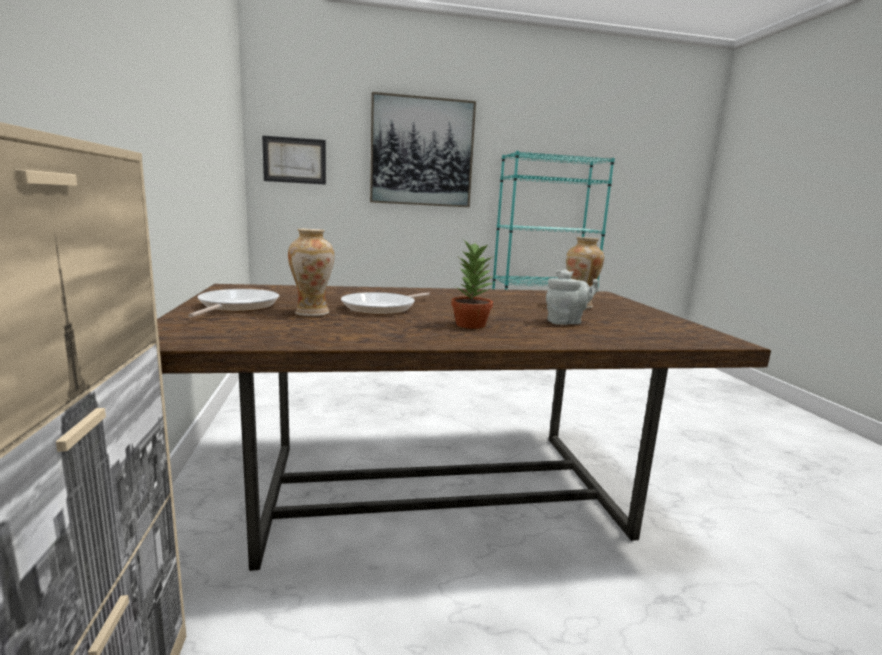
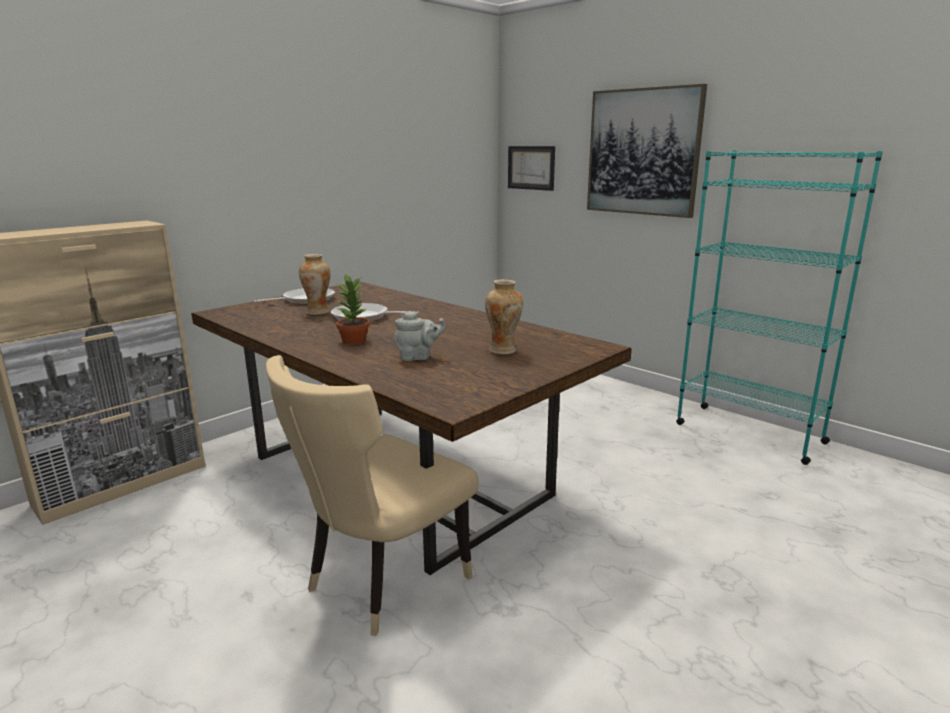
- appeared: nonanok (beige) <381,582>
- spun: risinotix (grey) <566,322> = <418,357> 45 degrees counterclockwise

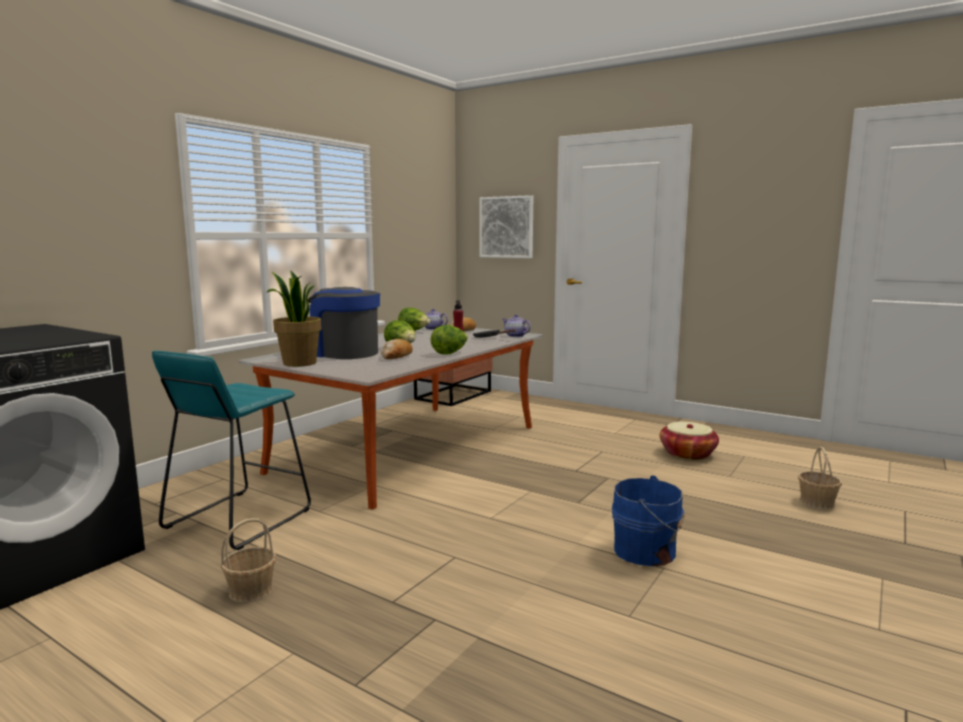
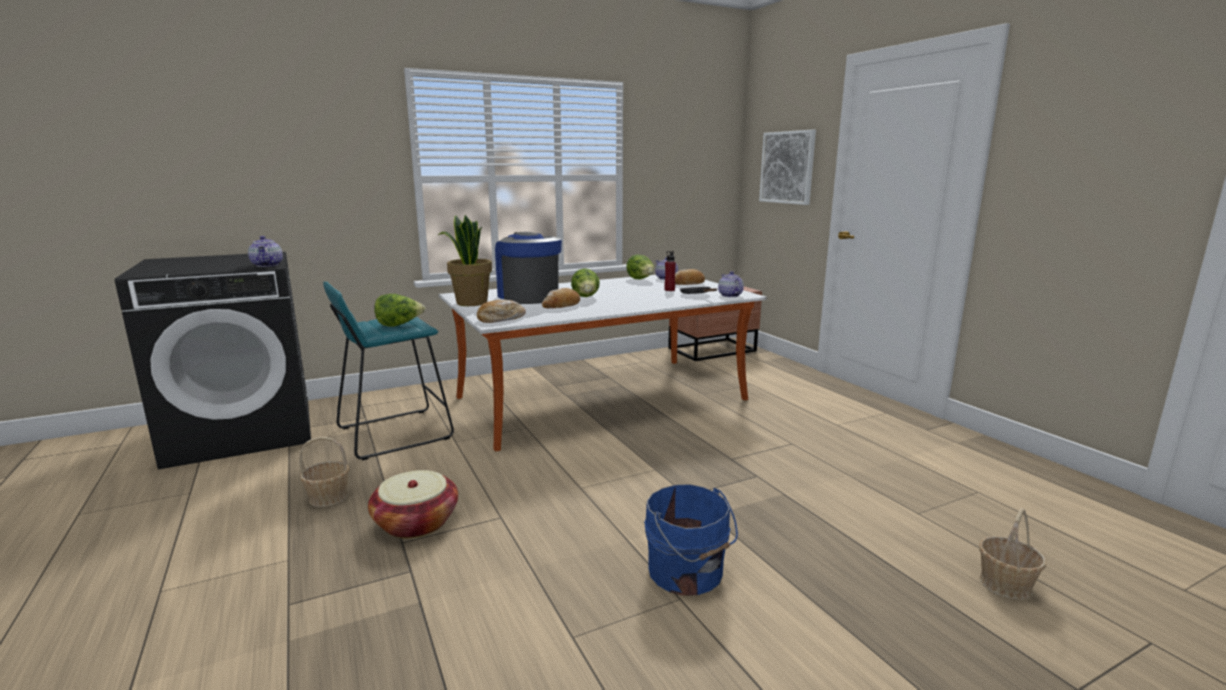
- appeared: risinotix <267,265>
- appeared: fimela <500,319>
- relocated: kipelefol <450,353> to <399,325>
- relocated: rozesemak <687,454> to <416,523>

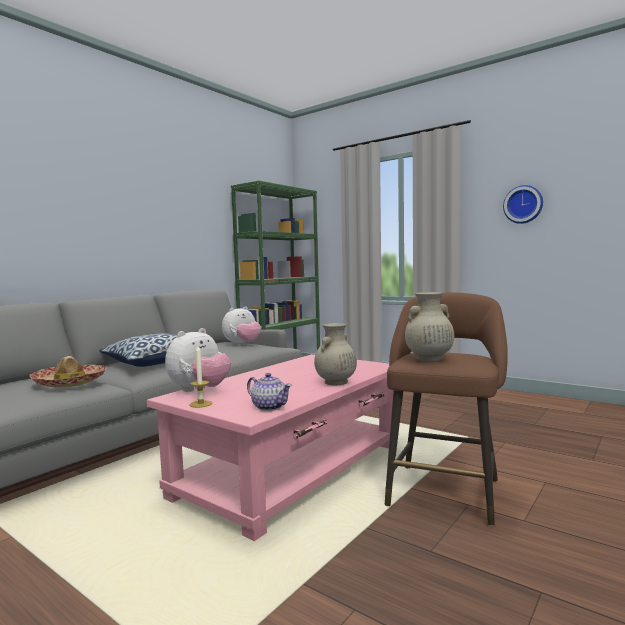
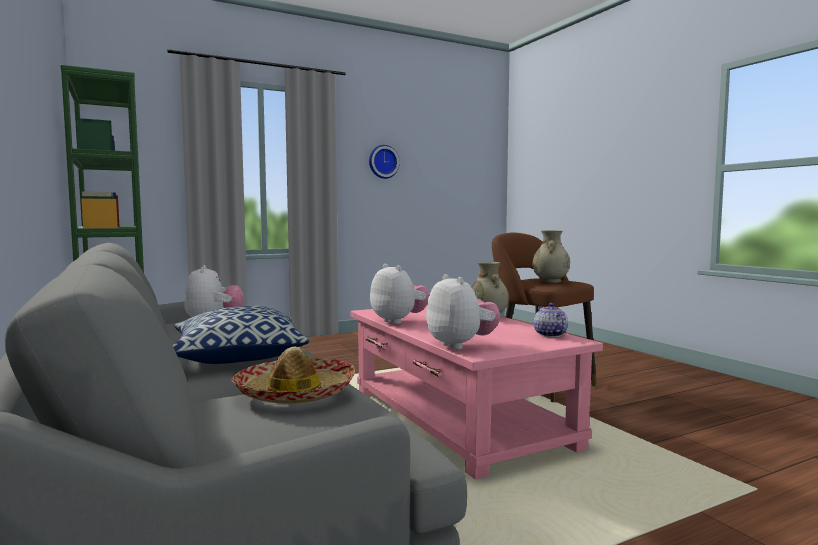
- missing: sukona <200,404>
- appeared: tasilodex <399,321>
- spun: risinotix <269,407> = <550,335> 75 degrees counterclockwise

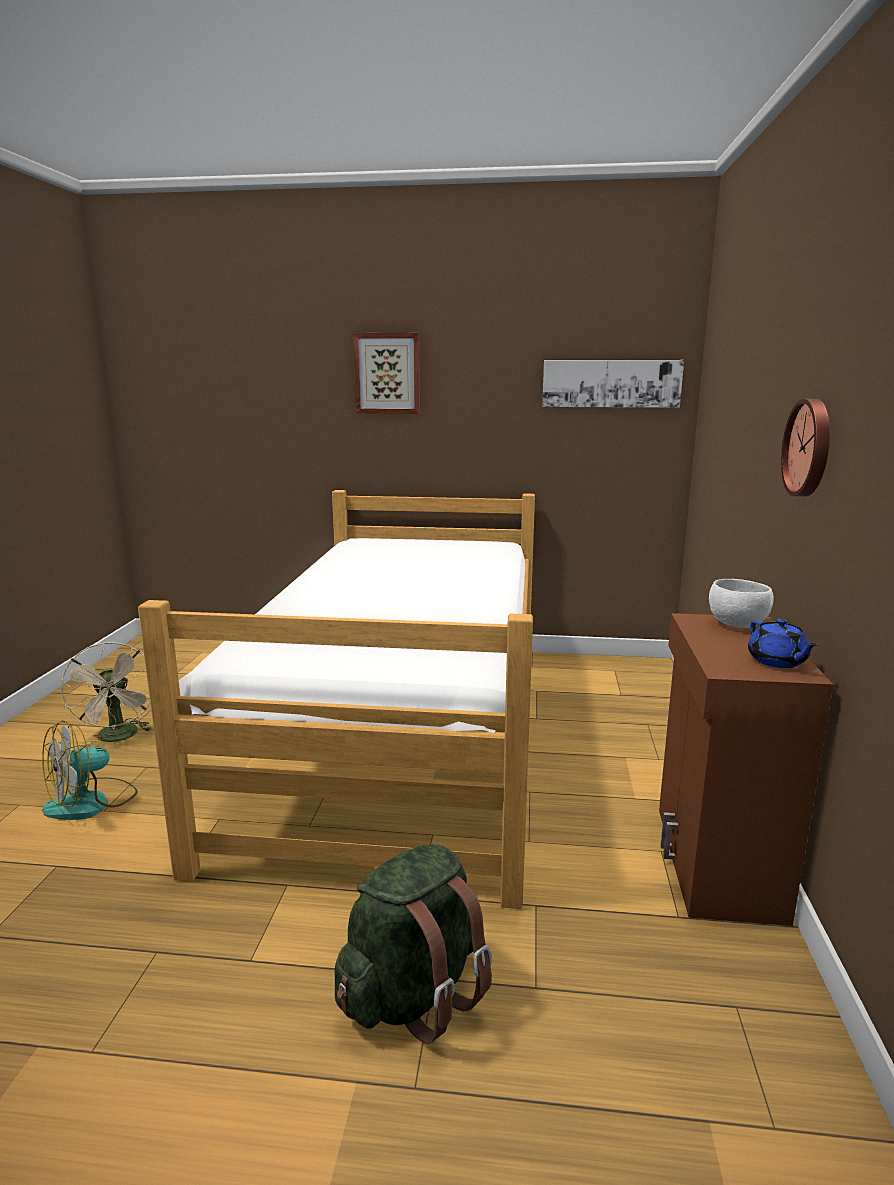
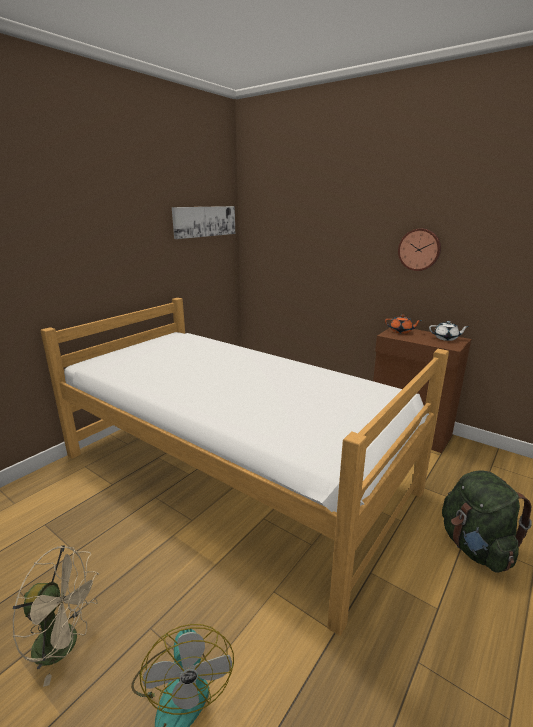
- missing: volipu <387,373>
- exchanged: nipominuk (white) <738,625> to risinotix (orange) <401,331>
- colour: risinotix (blue) <777,661> to risinotix (white) <446,338>

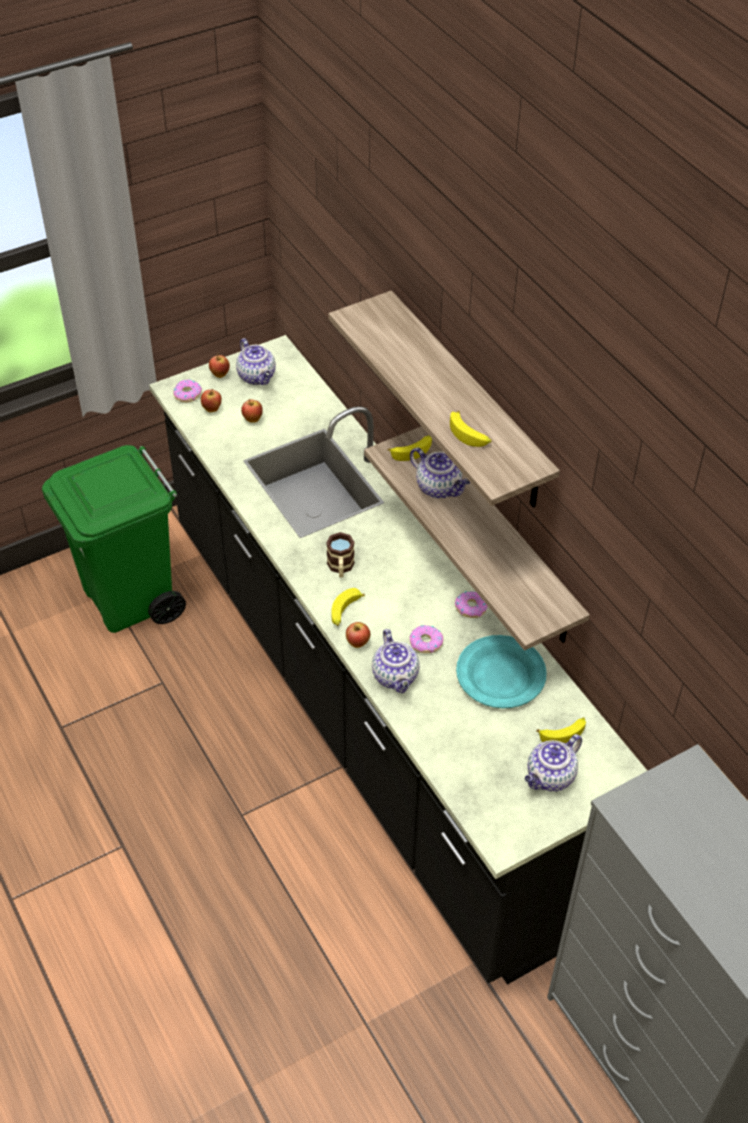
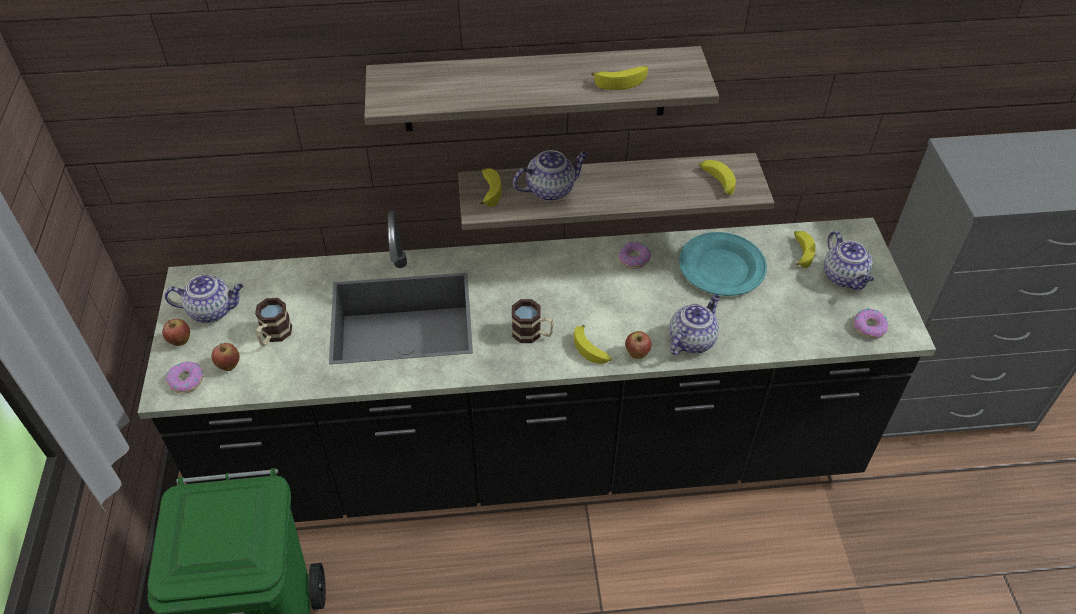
- appeared: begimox <716,181>
- relocated: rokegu <426,643> to <869,327>
- exchanged: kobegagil <252,419> to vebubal <274,335>
- spun: risinotix <396,677> = <691,340> 60 degrees counterclockwise

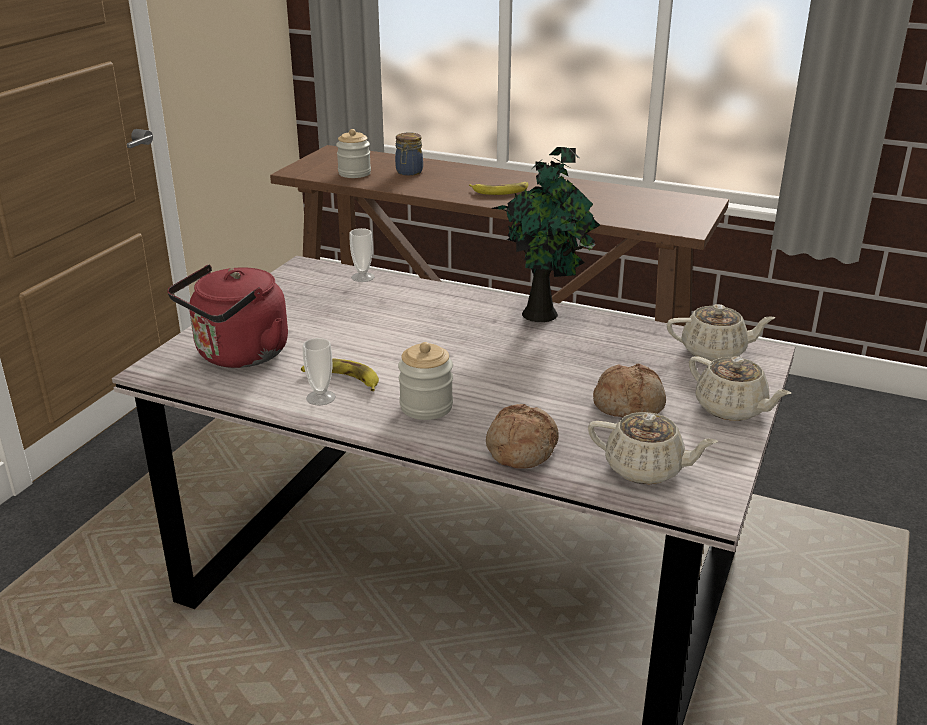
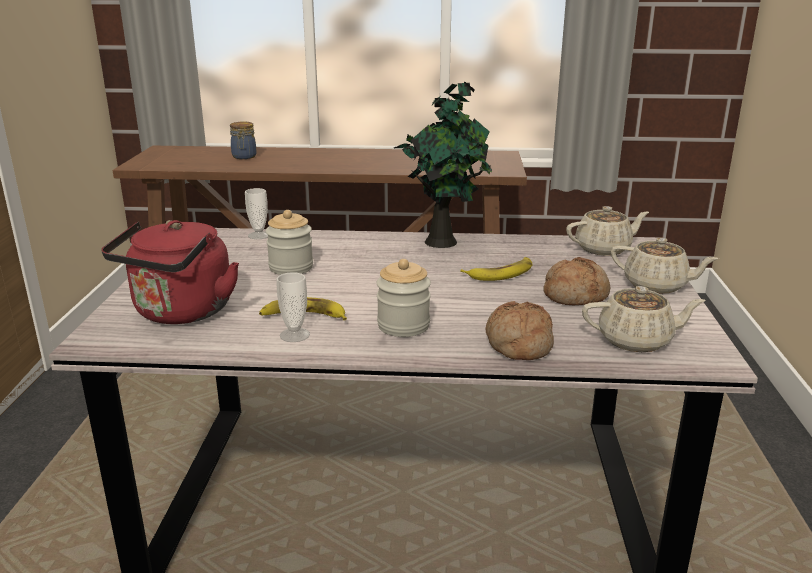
- relocated: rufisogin <354,173> to <291,267>
- relocated: begimox <500,191> to <501,273>

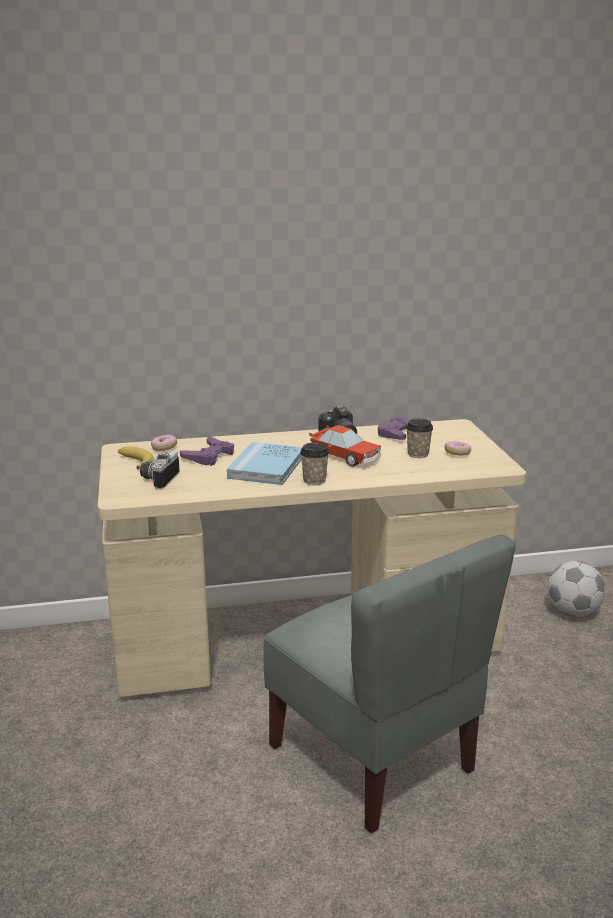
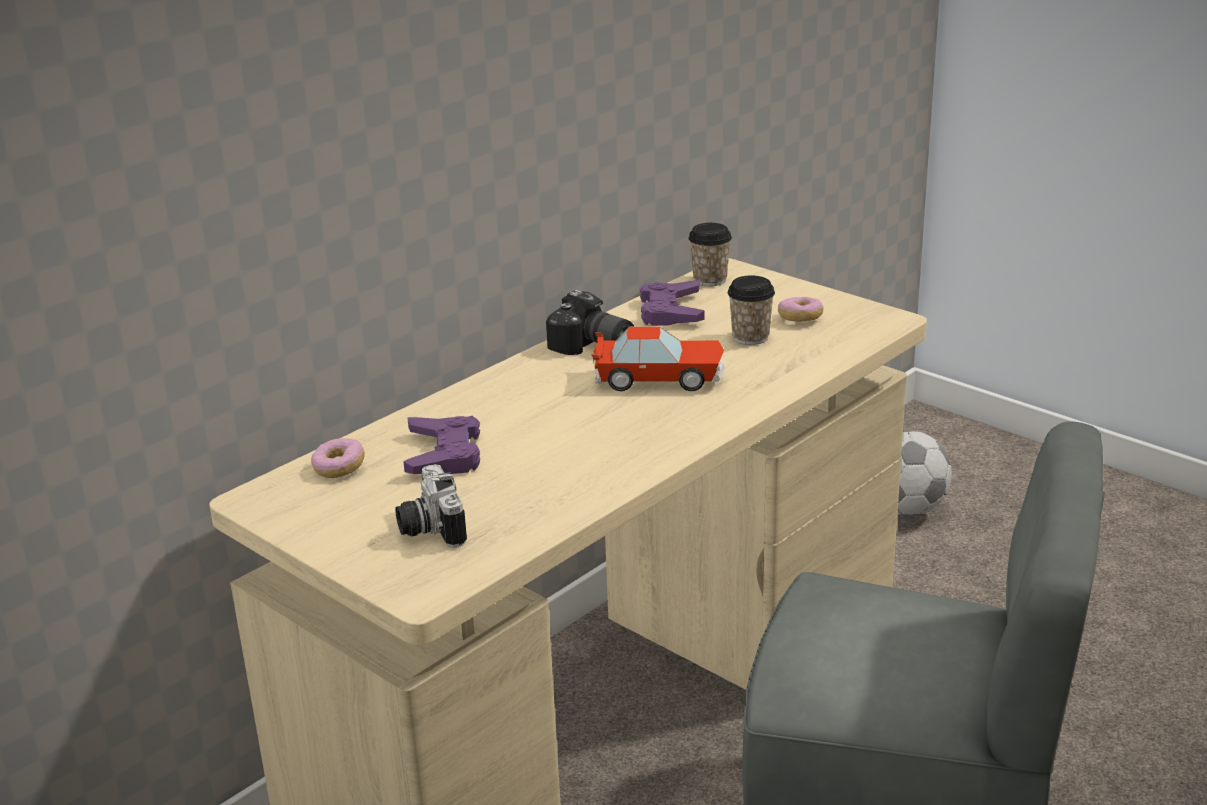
- missing: begimox <134,462>
- missing: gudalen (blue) <266,467>
- relocated: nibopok <314,480> to <710,280>

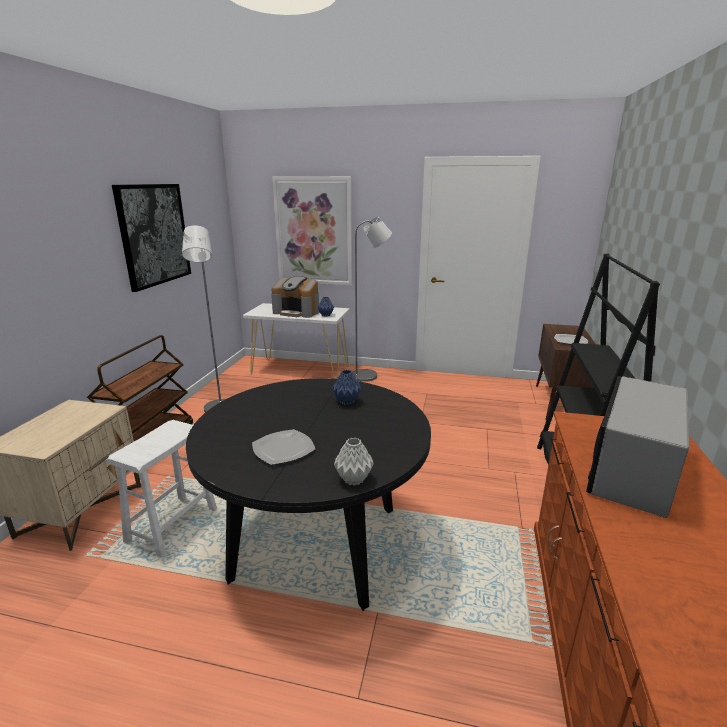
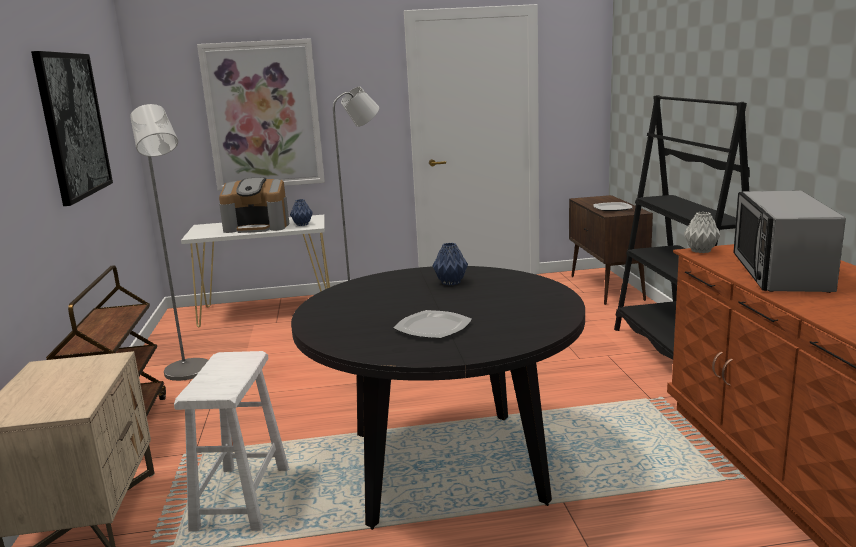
- relocated: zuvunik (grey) <353,480> to <701,251>

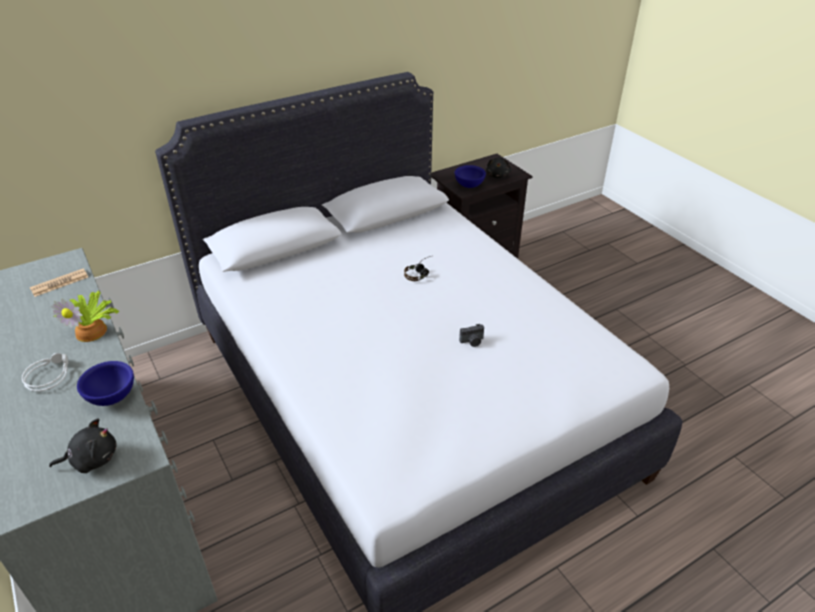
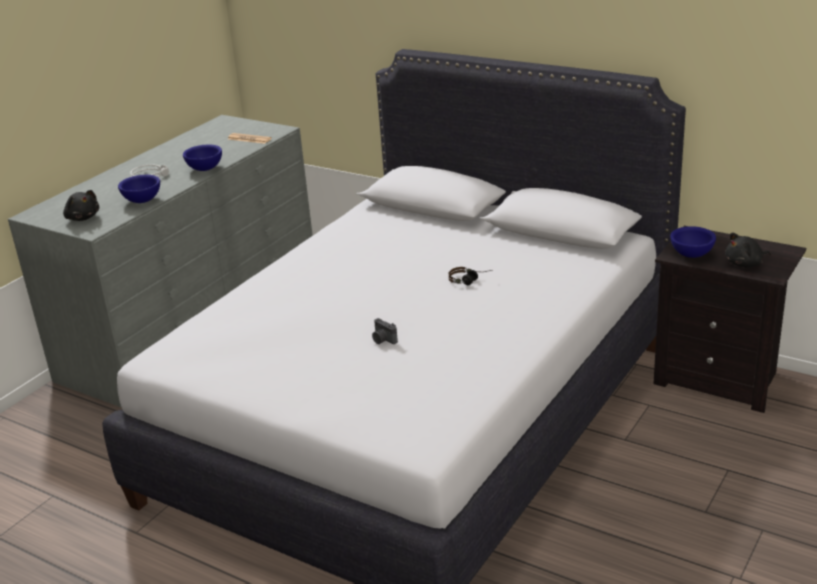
- exchanged: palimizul <93,330> to nipominuk (blue) <205,169>

